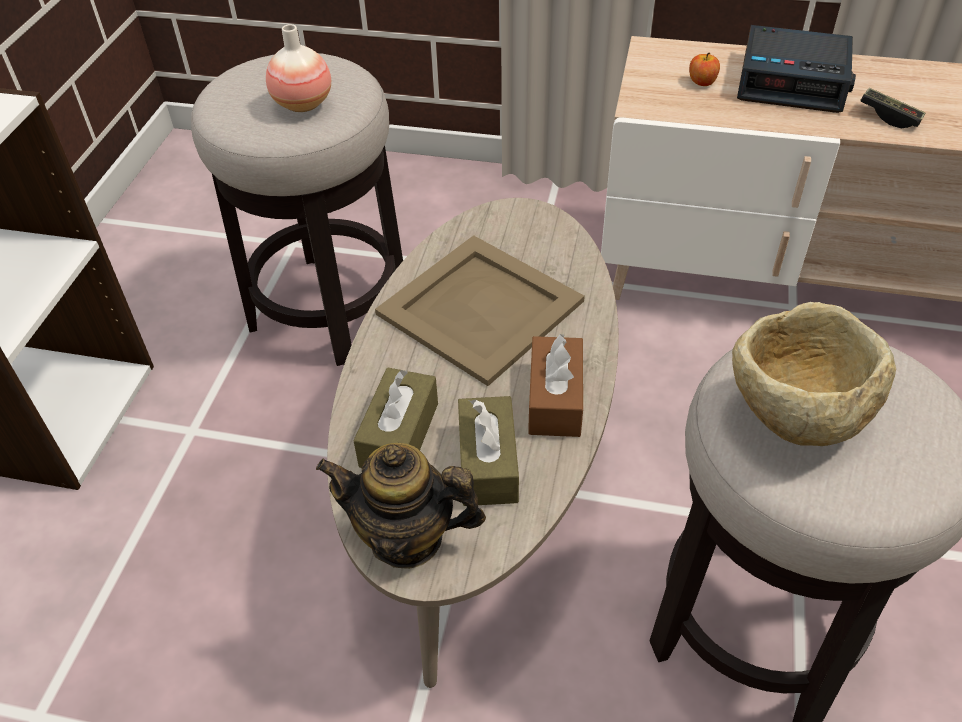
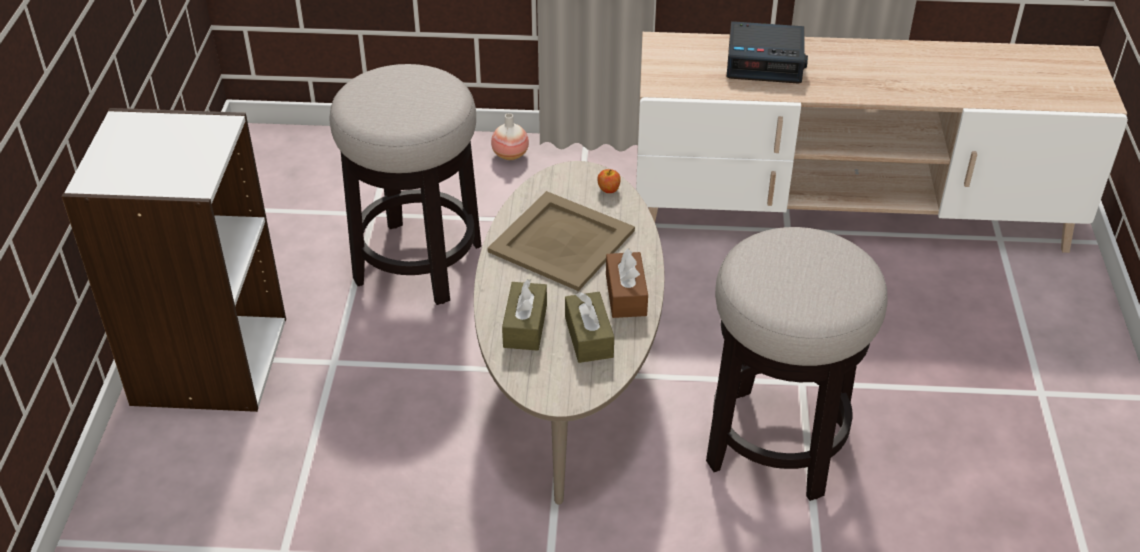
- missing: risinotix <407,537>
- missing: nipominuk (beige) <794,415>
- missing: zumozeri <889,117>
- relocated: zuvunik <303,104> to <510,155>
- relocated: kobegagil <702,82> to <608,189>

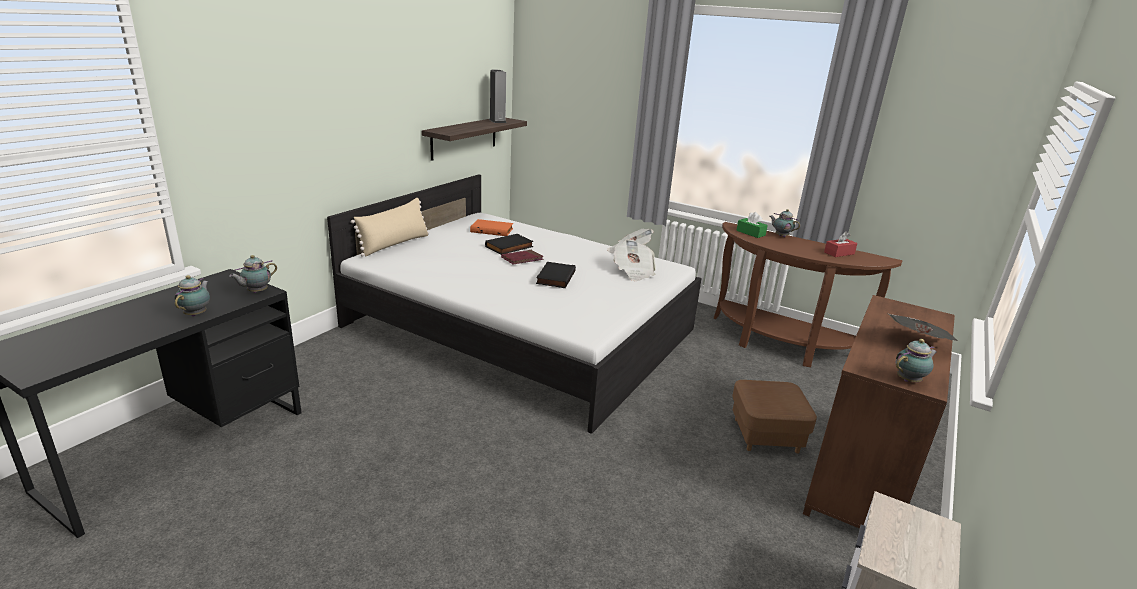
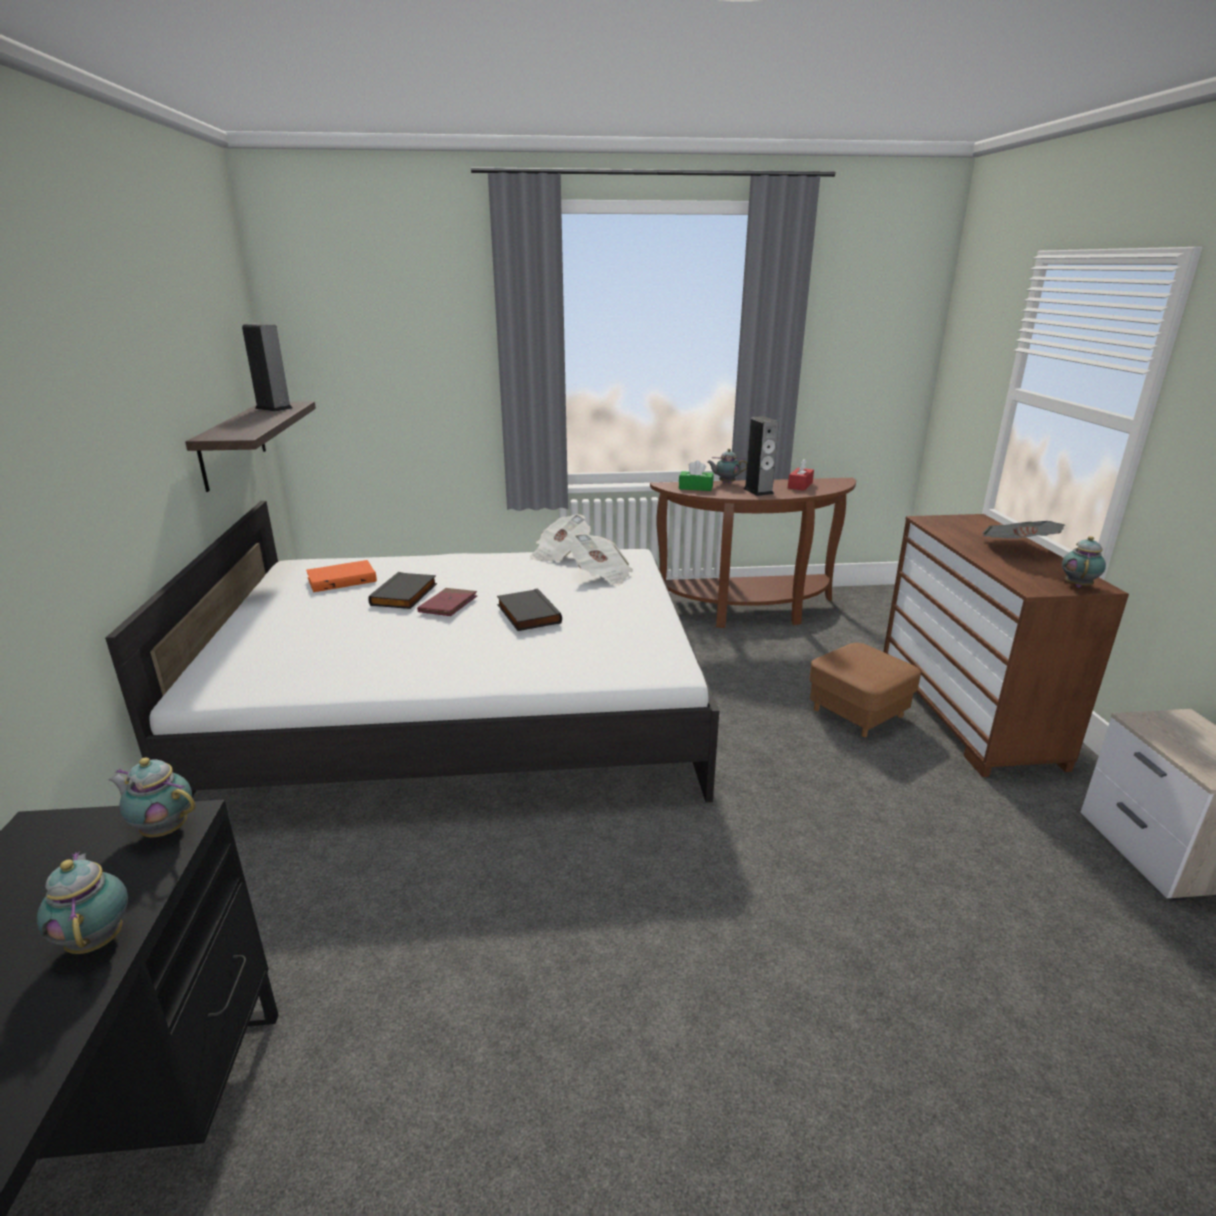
- missing: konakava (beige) <394,244>
- appeared: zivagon <758,491>
- spun: risinotix <256,292> = <163,829> 105 degrees clockwise

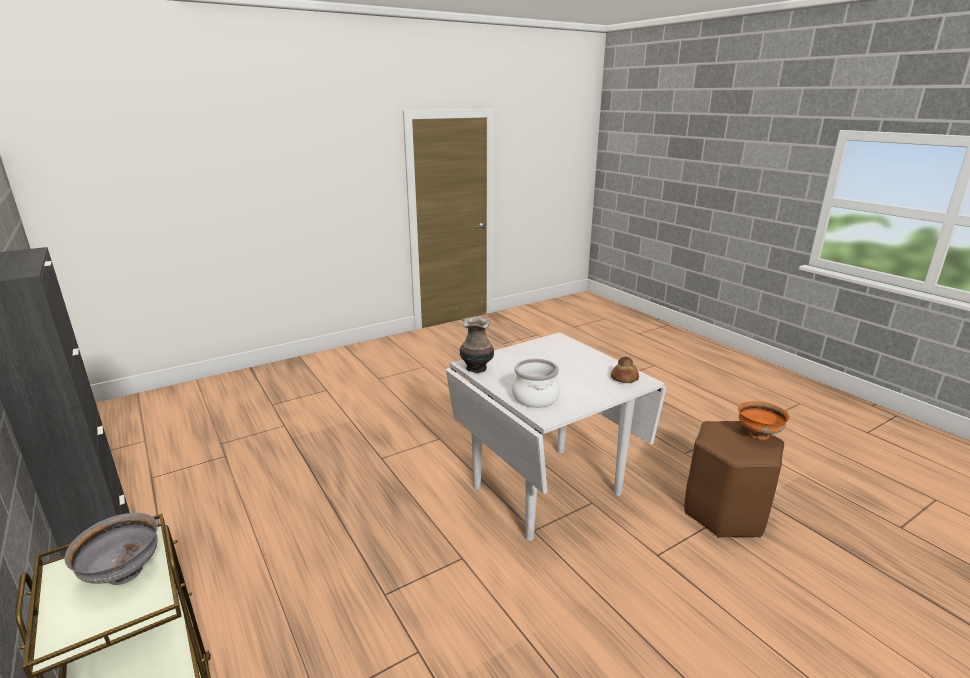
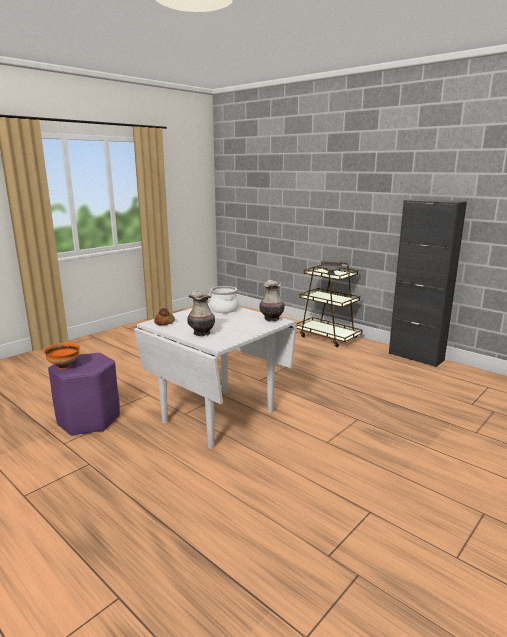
- appeared: zuvunik <202,333>
- colour: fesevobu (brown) <724,512> to fesevobu (purple) <89,420>

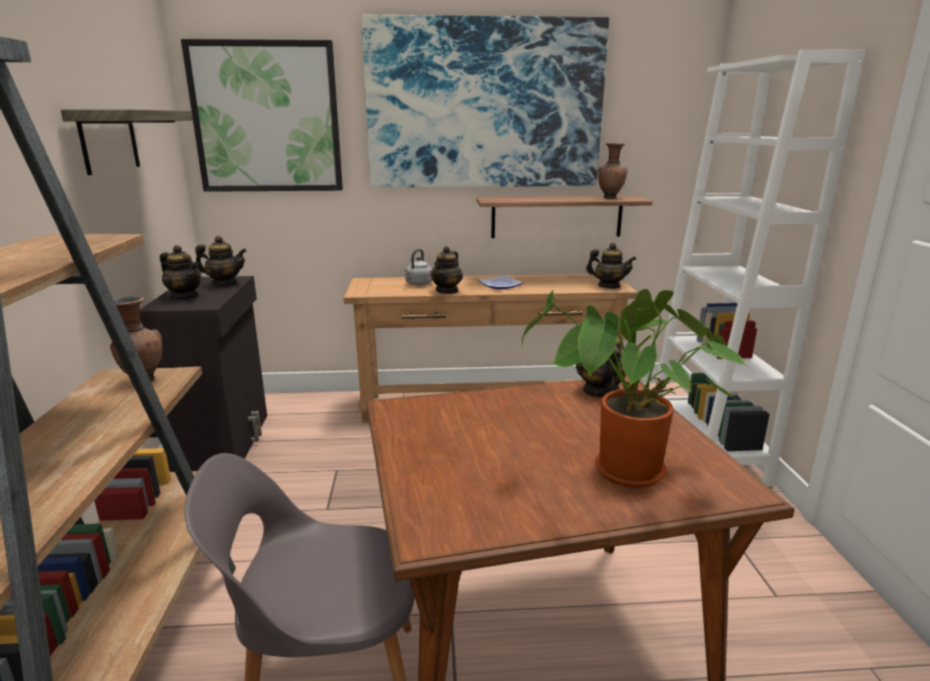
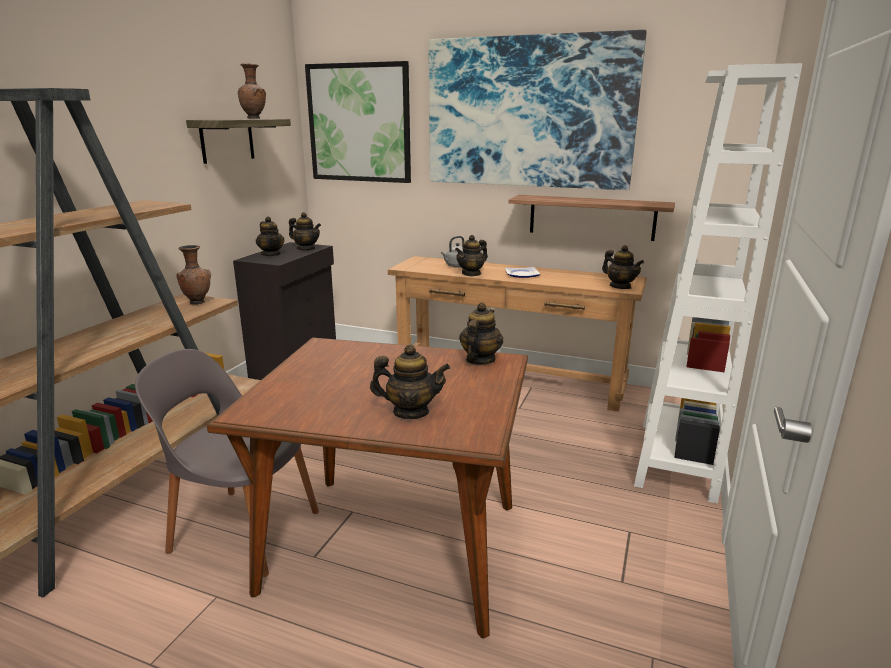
- relocated: zuvunik (brown) <610,198> to <255,119>
- exchanged: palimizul <624,474> to risinotix <410,412>

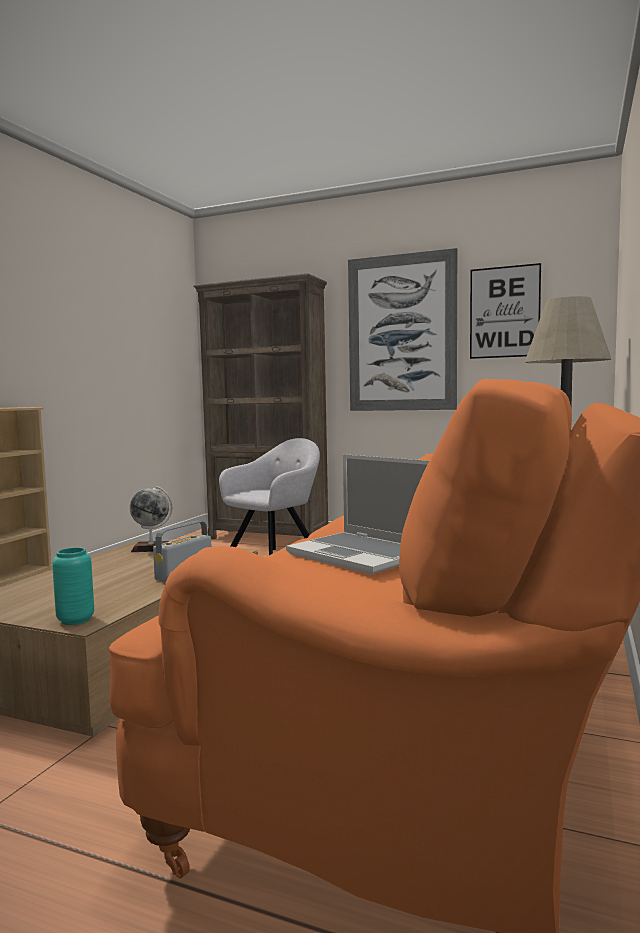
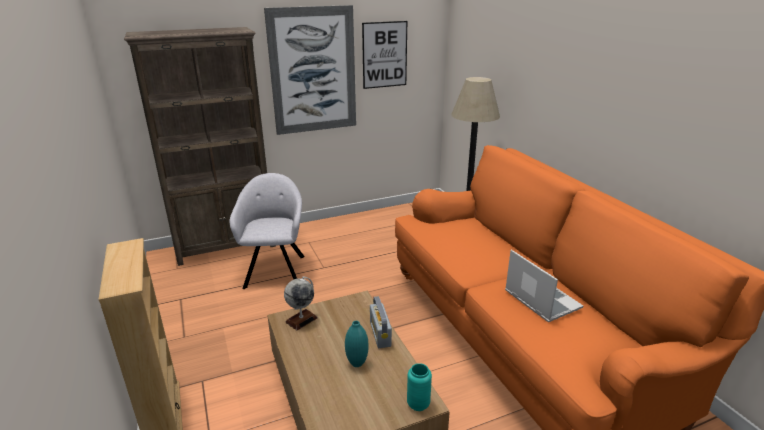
- appeared: zuvunik (turquoise) <357,363>
- spun: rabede <361,555> = <540,299> 120 degrees counterclockwise

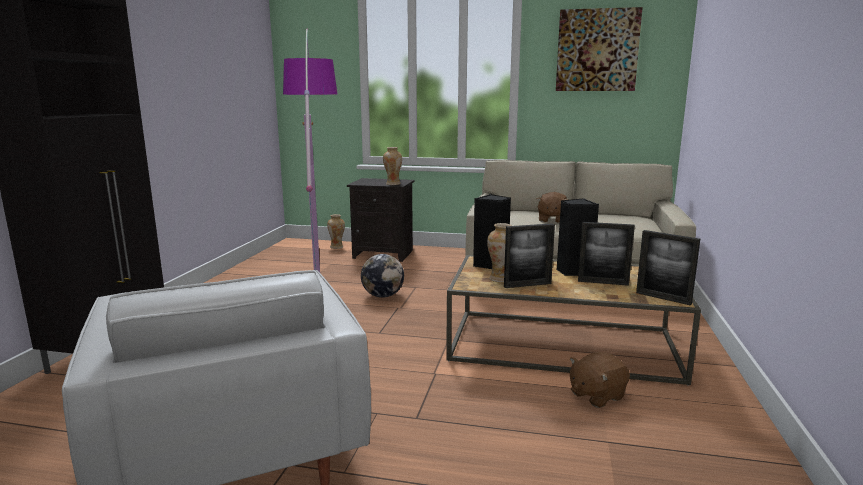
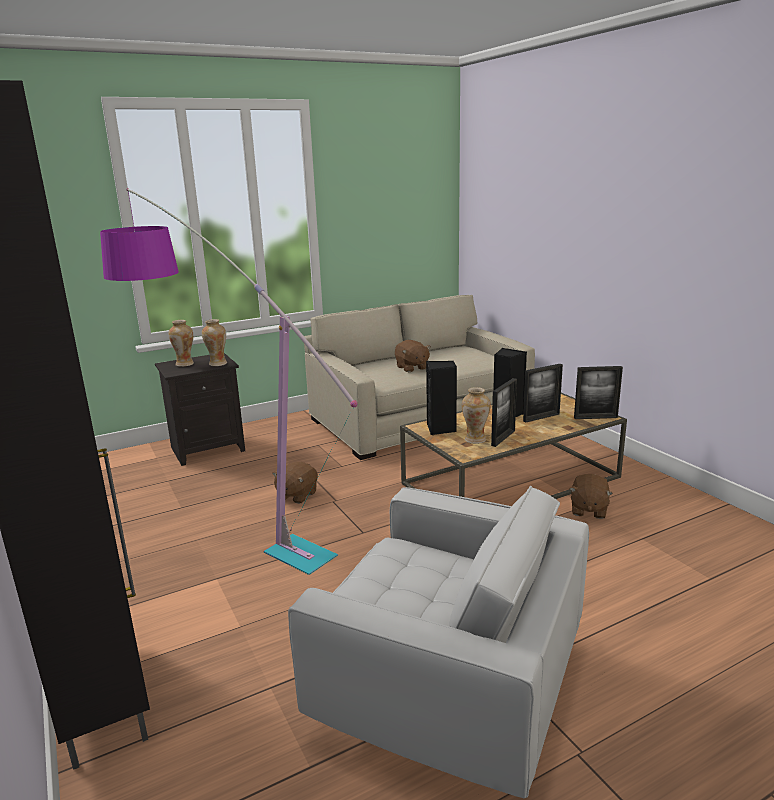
- missing: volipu <597,50>
- relocated: zuvunik <336,247> to <185,364>
- exchanged: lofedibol <383,296> to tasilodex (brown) <296,495>

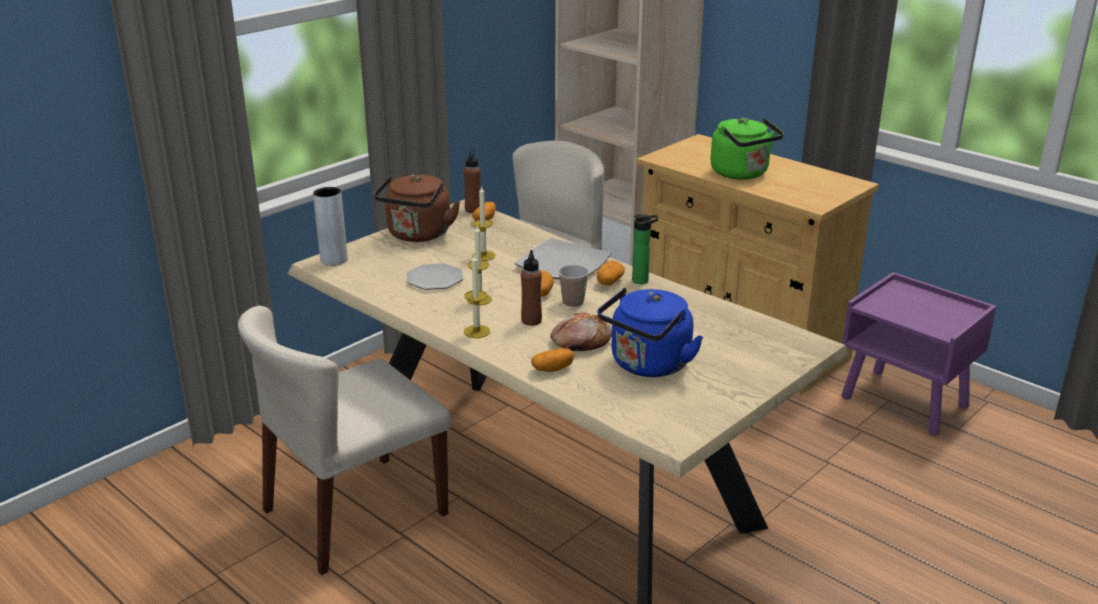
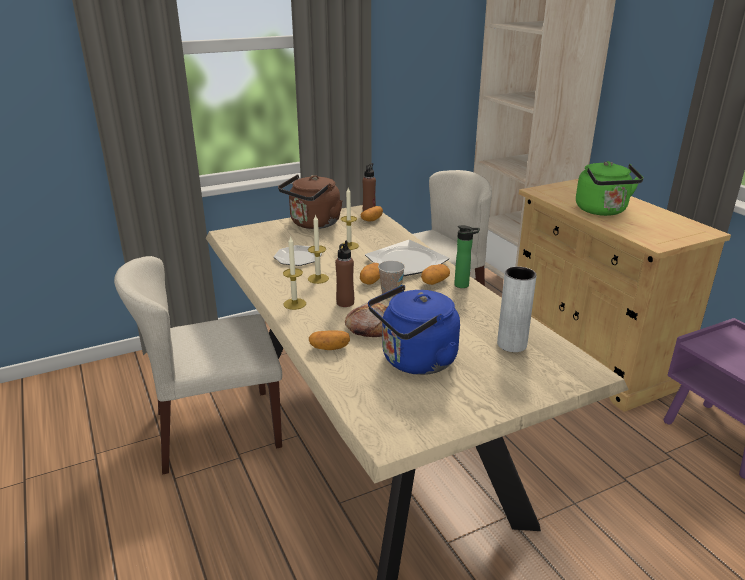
- relocated: zuvunik (grey) <334,260> to <511,344>

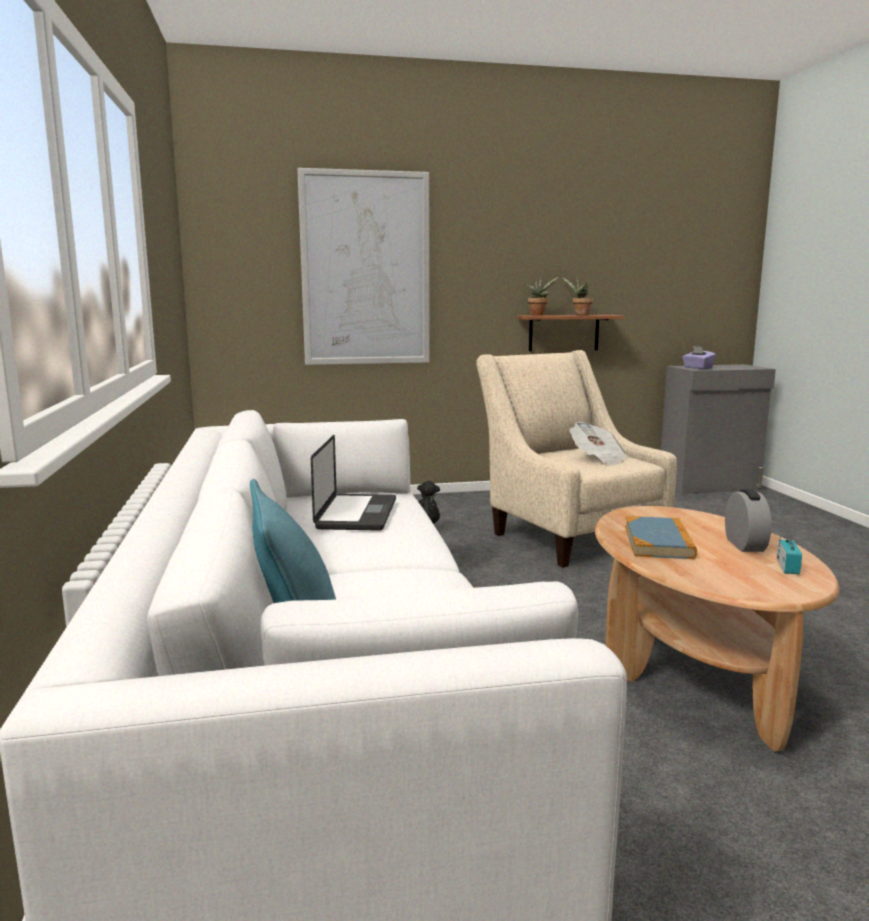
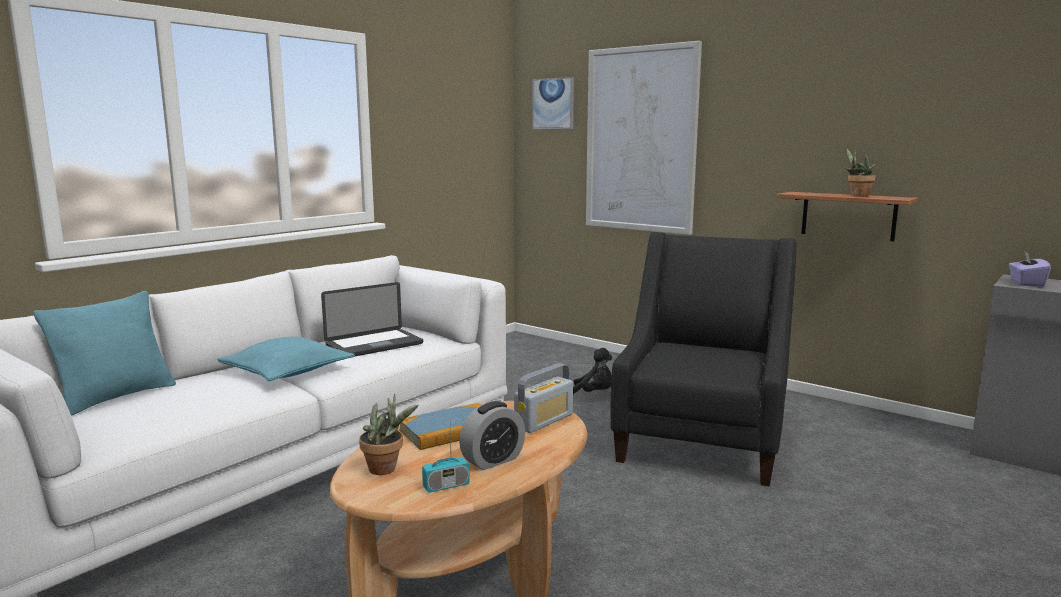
- missing: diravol <598,459>
- appeared: konakava (turquoise) <287,372>
- appeared: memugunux <544,421>
- appeared: volipu <553,104>
- relocated: palimizul <538,315> to <386,469>
- colour: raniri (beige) <568,535> to raniri (black) <701,441>

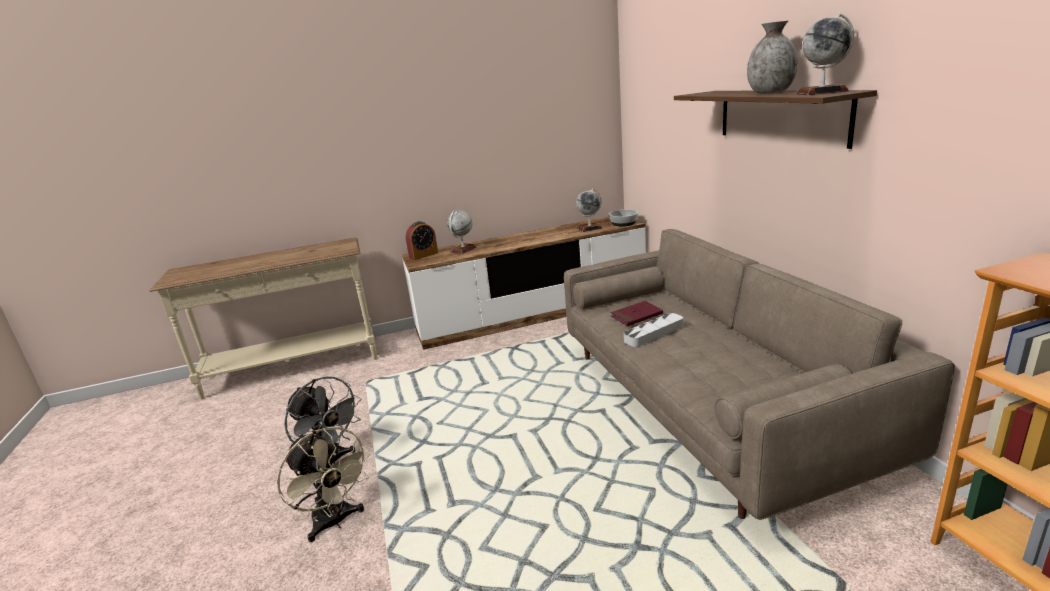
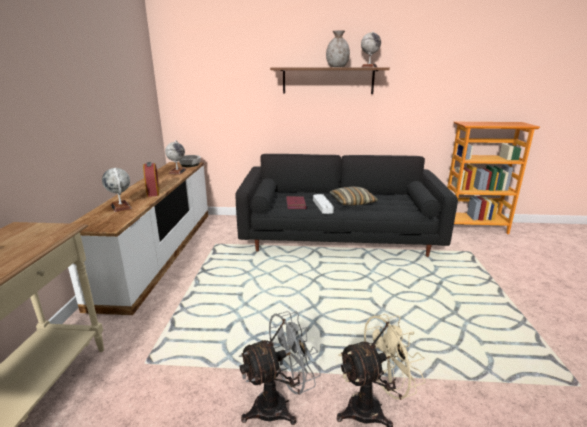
- appeared: konakava <352,202>
- relocated: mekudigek <423,255> to <153,192>
- colour: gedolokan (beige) <708,402> to gedolokan (black) <339,236>

